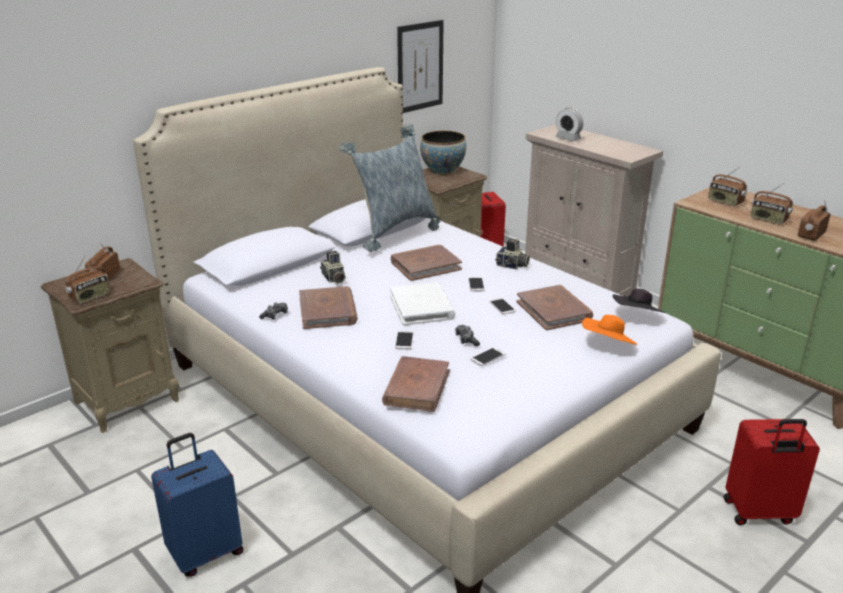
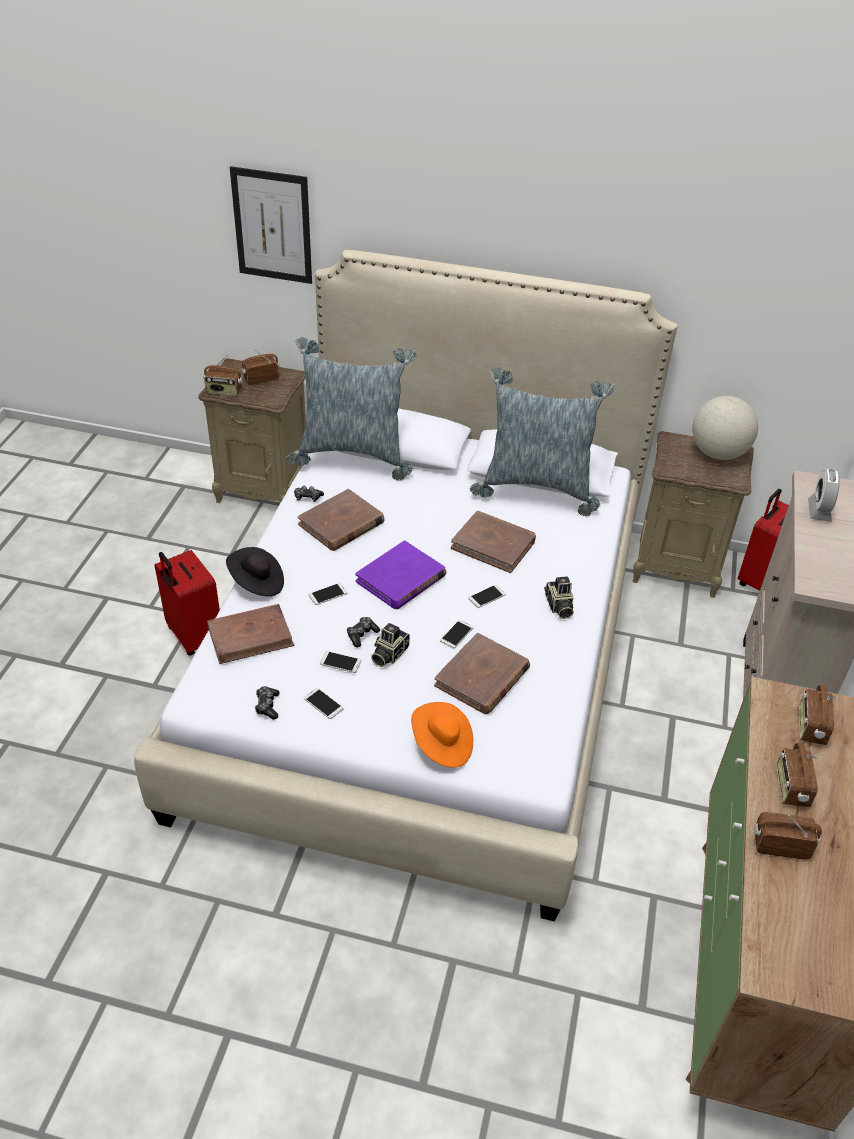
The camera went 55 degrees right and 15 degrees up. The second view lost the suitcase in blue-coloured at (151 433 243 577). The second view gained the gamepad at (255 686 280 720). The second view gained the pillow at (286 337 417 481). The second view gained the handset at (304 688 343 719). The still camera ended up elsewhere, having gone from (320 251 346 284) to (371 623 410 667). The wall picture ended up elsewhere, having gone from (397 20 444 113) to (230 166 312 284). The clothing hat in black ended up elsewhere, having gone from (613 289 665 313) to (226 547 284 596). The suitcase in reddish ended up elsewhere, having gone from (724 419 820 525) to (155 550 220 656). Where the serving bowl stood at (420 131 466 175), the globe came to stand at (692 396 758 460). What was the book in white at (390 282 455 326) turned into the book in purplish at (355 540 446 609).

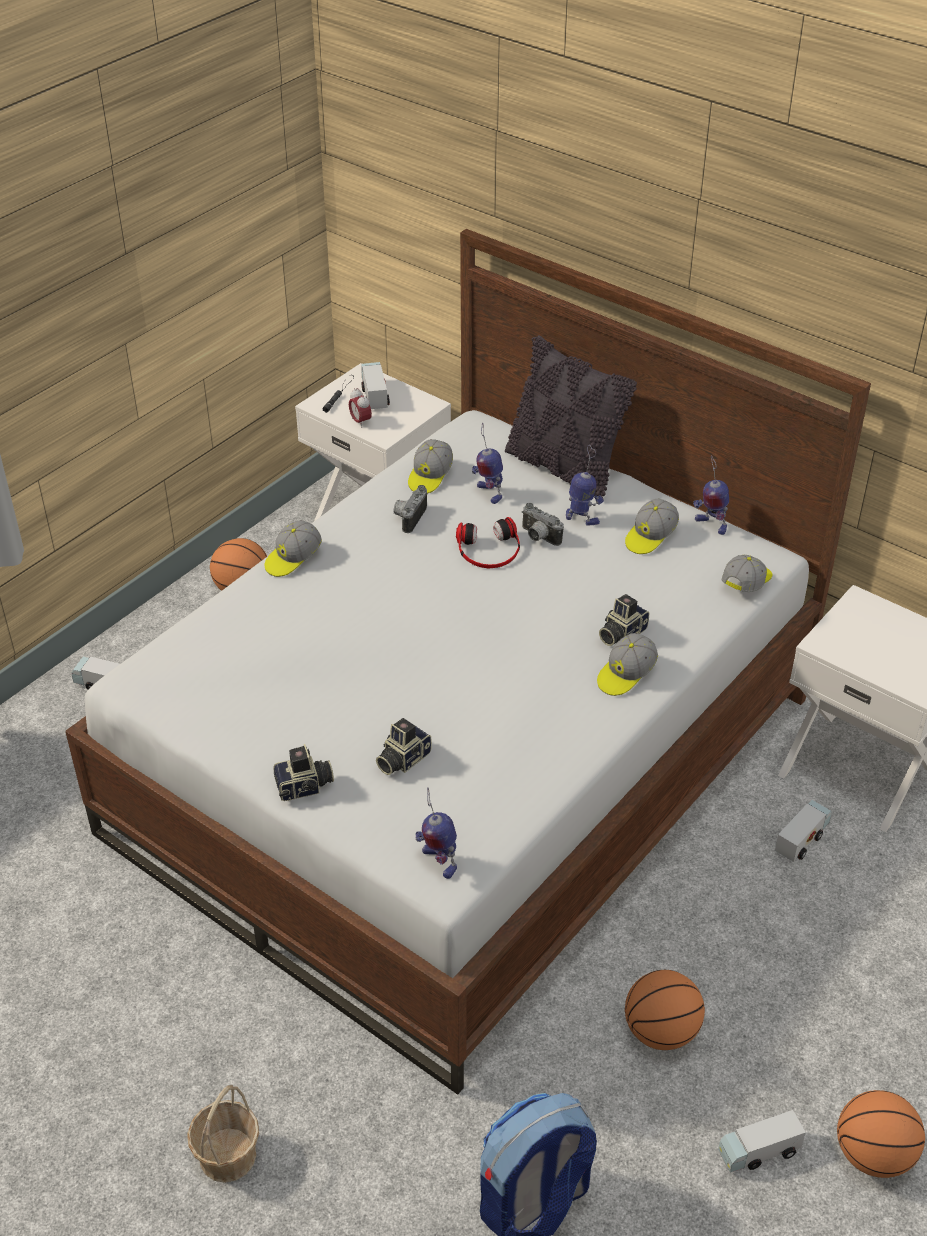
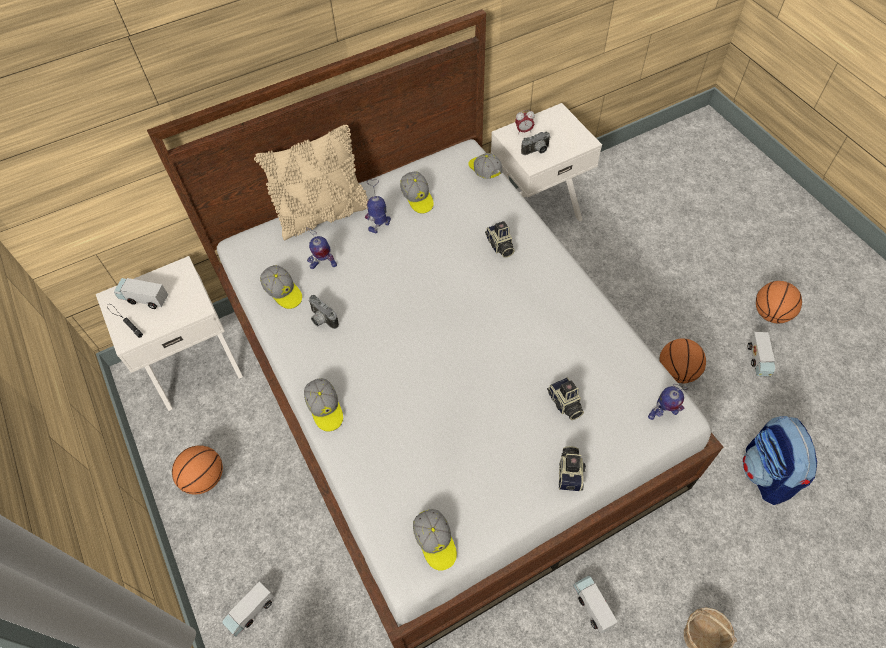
The camera went 65 degrees left and 15 degrees up. The second view lost the pair of headphones at (456 517 520 568). The second view lost the toy robot at (693 455 729 535). The bedside clock ended up elsewhere, having gone from (349 388 372 428) to (515 110 535 134). The still camera ended up elsewhere, having gone from (522 503 564 546) to (521 131 550 155). The peaked cap ended up elsewhere, having gone from (597 633 658 696) to (413 509 457 571). The toy truck ended up elsewhere, having gone from (775 800 832 862) to (573 576 618 633). What was the pillow in black at (505 335 637 500) turned into the pillow in beige-coloured at (254 125 369 240).

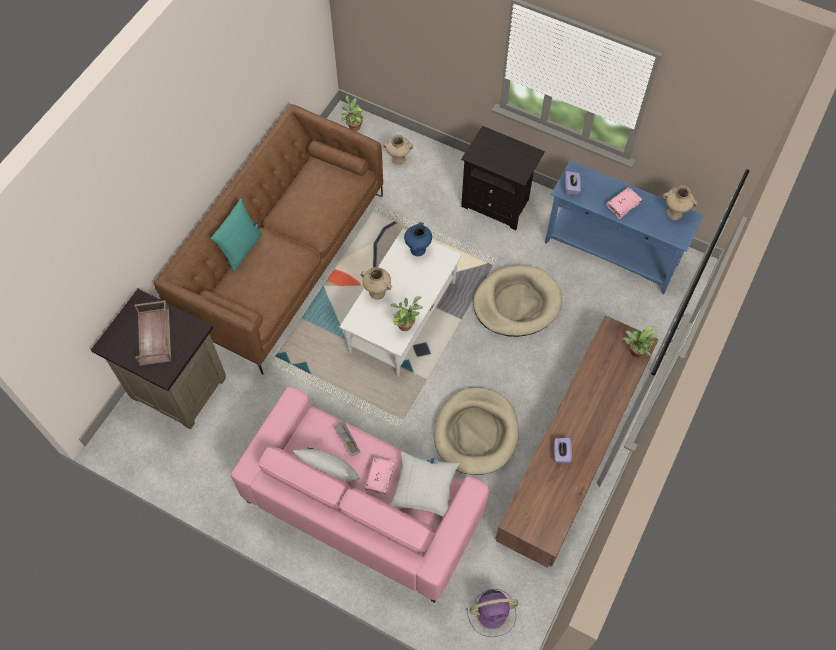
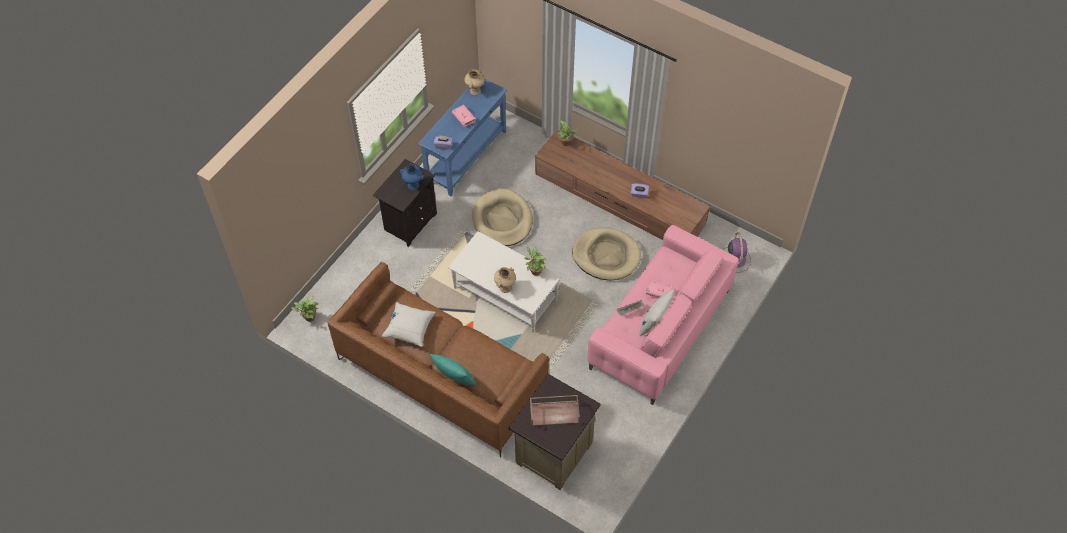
The camera went 85 degrees left and 5 degrees down. The second view lost the decorative vase in beige-coloured at (383 135 413 165). The pillow in grey ended up elsewhere, having gone from (390 451 460 517) to (382 302 436 347). The decorative vase in blue-coloured ended up elsewhere, having gone from (404 222 432 256) to (399 164 424 190).

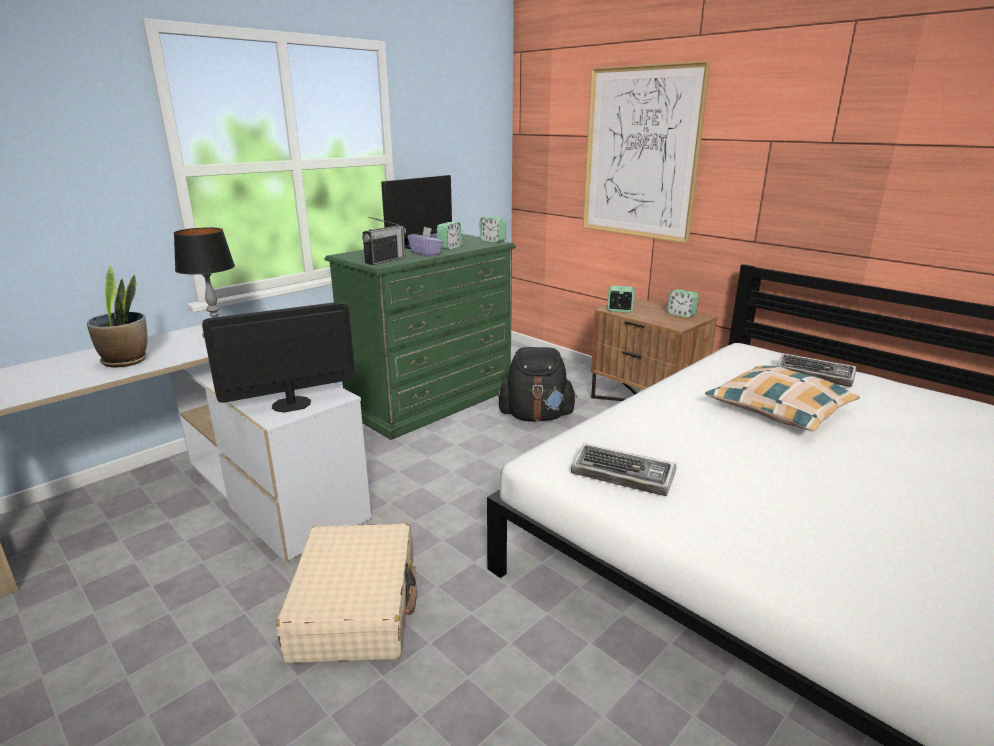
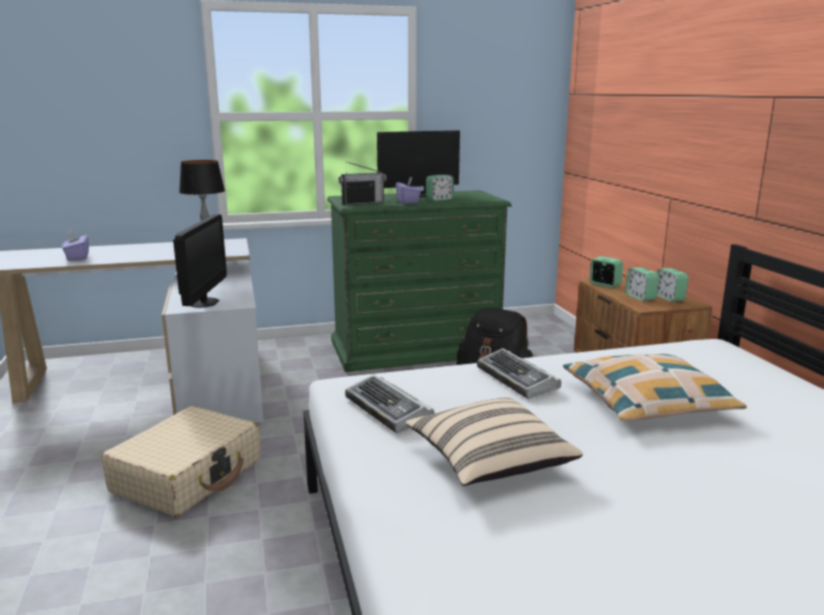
The camera went 30 degrees right and 5 degrees down. The second view lost the houseplant at (87 265 148 367). The second view lost the wall picture at (583 61 711 243). The second view gained the tissue box in purplish at (62 230 89 261). The second view gained the pillow in beige-coloured at (406 398 583 486). The bedside clock ended up elsewhere, having gone from (480 217 506 243) to (625 267 659 301). The PC keyboard ended up elsewhere, having gone from (777 353 856 387) to (477 348 561 399). The computer screen at (202 302 355 413) ended up facing another way, 90 degrees clockwise from before.

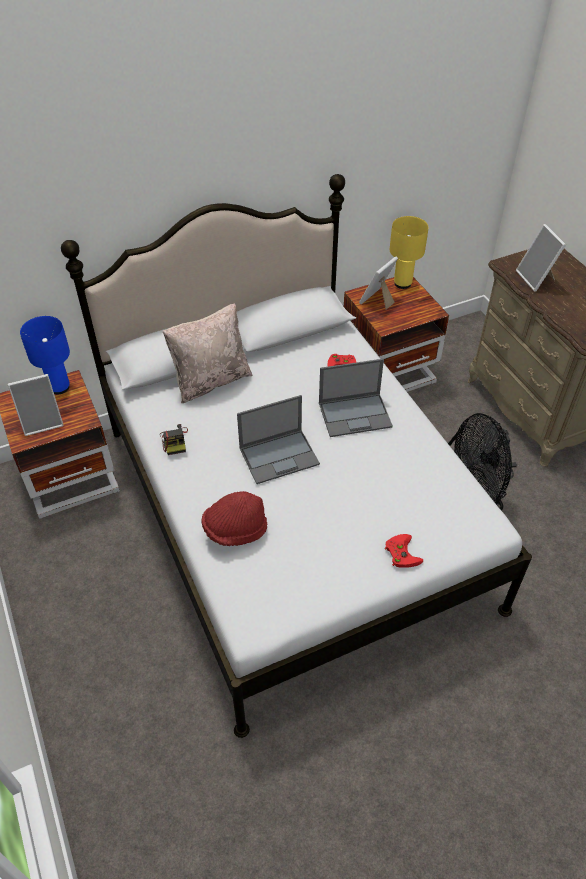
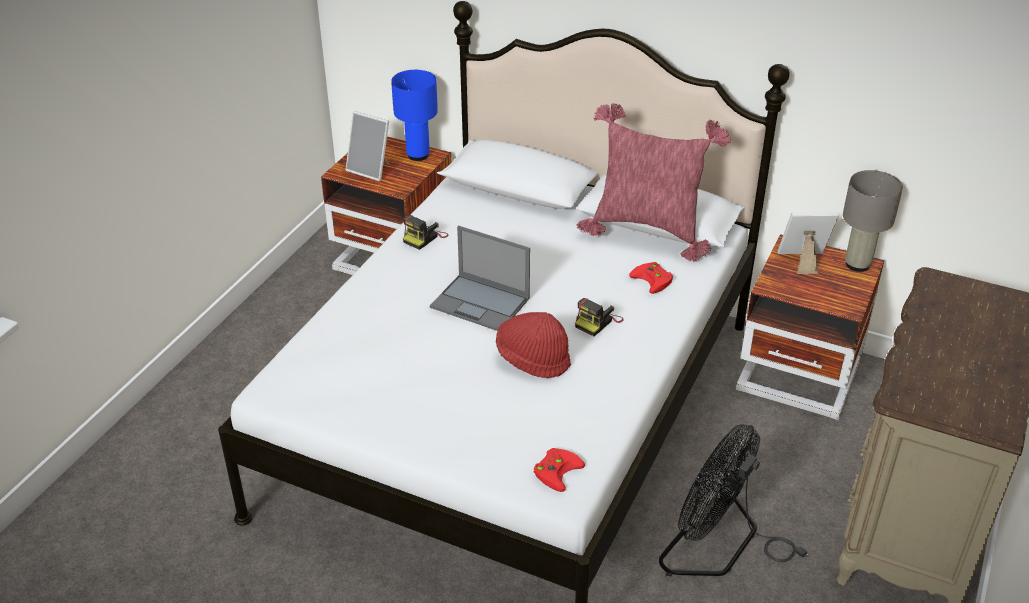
The camera went 50 degrees right and 10 degrees down. The second view lost the pillow in beige-coloured at (162 304 252 403). The second view lost the standing frame at (516 224 566 292). The second view gained the pillow in reddish at (576 103 731 262). The clothing hat in reddish ended up elsewhere, having gone from (201 491 267 546) to (496 312 571 378). The gamepad in reddish ended up elsewhere, having gone from (385 534 423 567) to (534 448 585 492). Where the notebook computer stood at (319 359 393 437), the still camera came to stand at (575 298 623 336). What was the tabletop lamp in yellowish at (390 216 428 289) turned into the tabletop lamp in grey at (843 170 903 272).

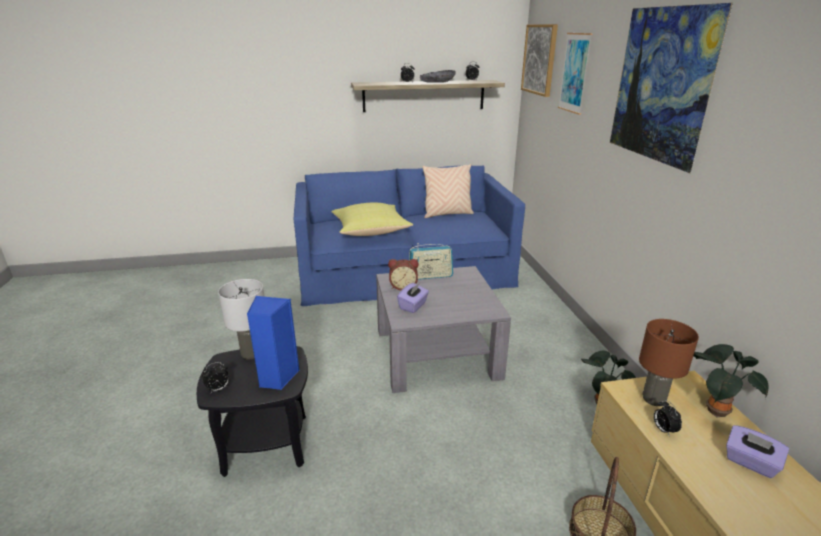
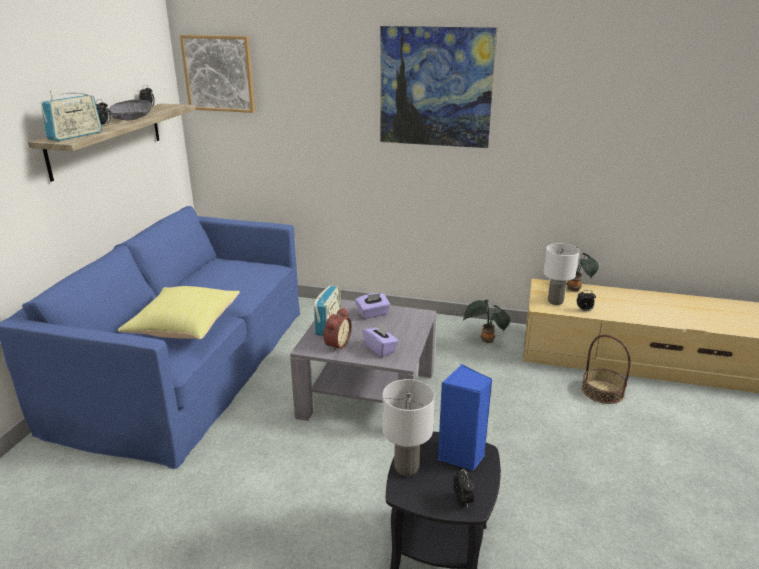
The camera went 65 degrees left and 0 degrees up. The second view lost the pillow in beige-coloured at (422 164 474 218). The second view lost the wall picture at (558 33 593 115). The second view gained the radio receiver at (41 91 102 141). The tissue box in purplish ended up elsewhere, having gone from (726 425 789 478) to (355 293 390 319). What was the tabletop lamp in brown-coloured at (639 319 699 406) turned into the tabletop lamp in white at (543 243 579 305).

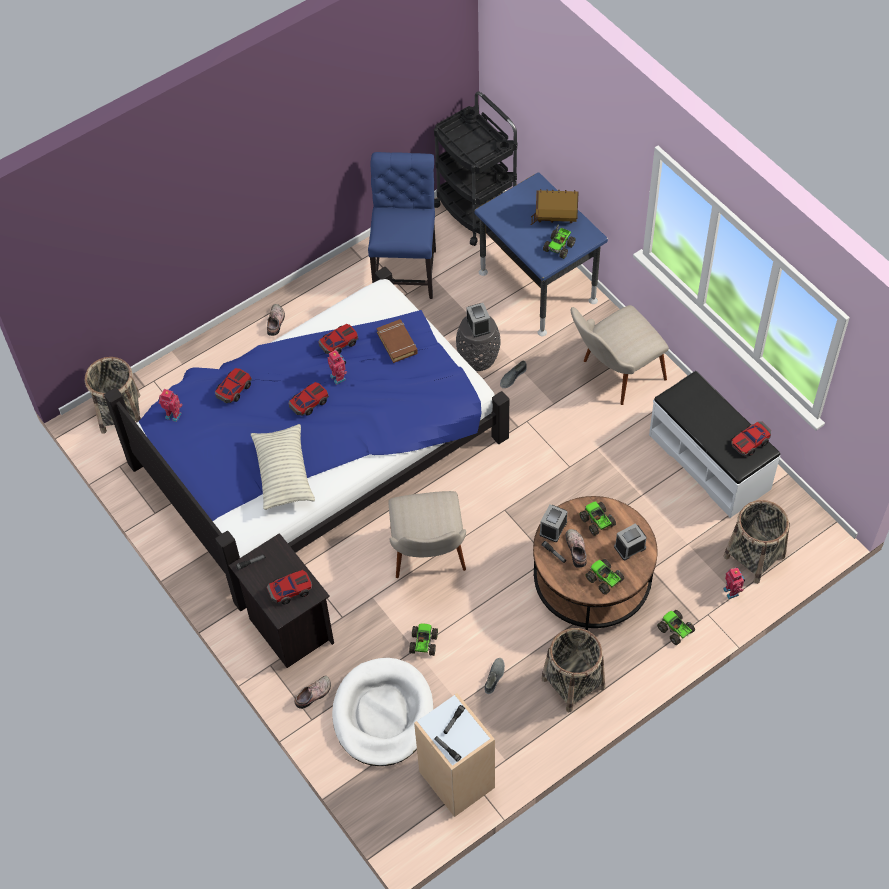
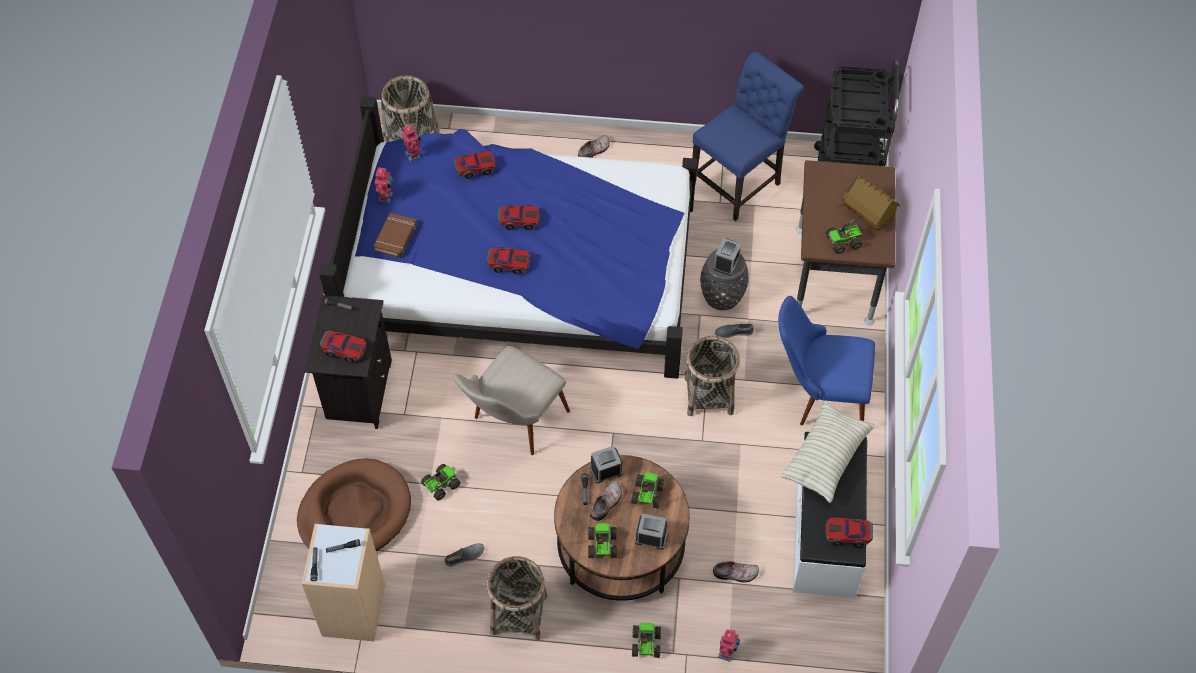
The camera went 40 degrees right and 0 degrees up. The pillow ended up elsewhere, having gone from (251 424 315 510) to (780 401 875 503). The item of footwear ended up elsewhere, having gone from (295 676 331 709) to (713 561 759 582). The model car ended up elsewhere, having gone from (318 324 358 354) to (487 247 530 275). The toy robot ended up elsewhere, having gone from (327 350 347 385) to (375 168 393 203). The book in brown-coloured ended up elsewhere, having gone from (376 319 418 363) to (373 213 417 258). The storage basket ended up elsewhere, having gone from (723 500 790 584) to (684 336 740 416). What was the pet bed in white at (332 658 433 766) turned into the pet bed in brown-coloured at (297 458 411 551). What was the desk in blue-coloured at (474 172 608 336) turned into the desk in brown-coloured at (795 160 895 325). What was the chair in beige-coloured at (571 305 669 405) turned into the chair in blue-coloured at (778 296 875 426).

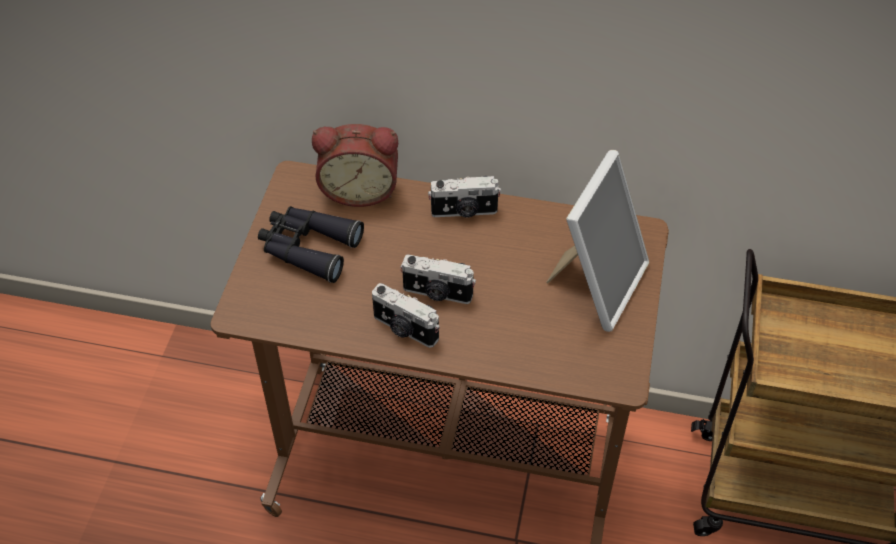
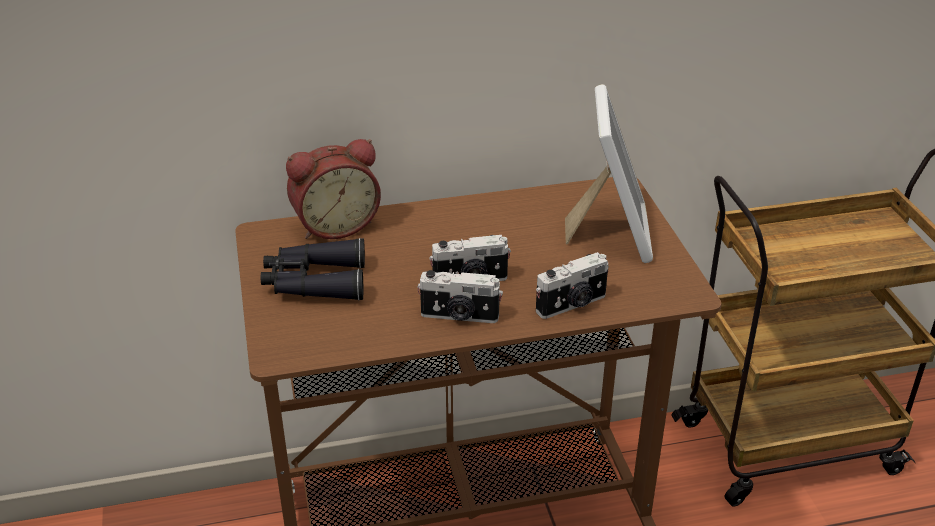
The camera went 25 degrees left and 15 degrees down. The still camera ended up elsewhere, having gone from (428 176 501 218) to (536 252 609 319).

